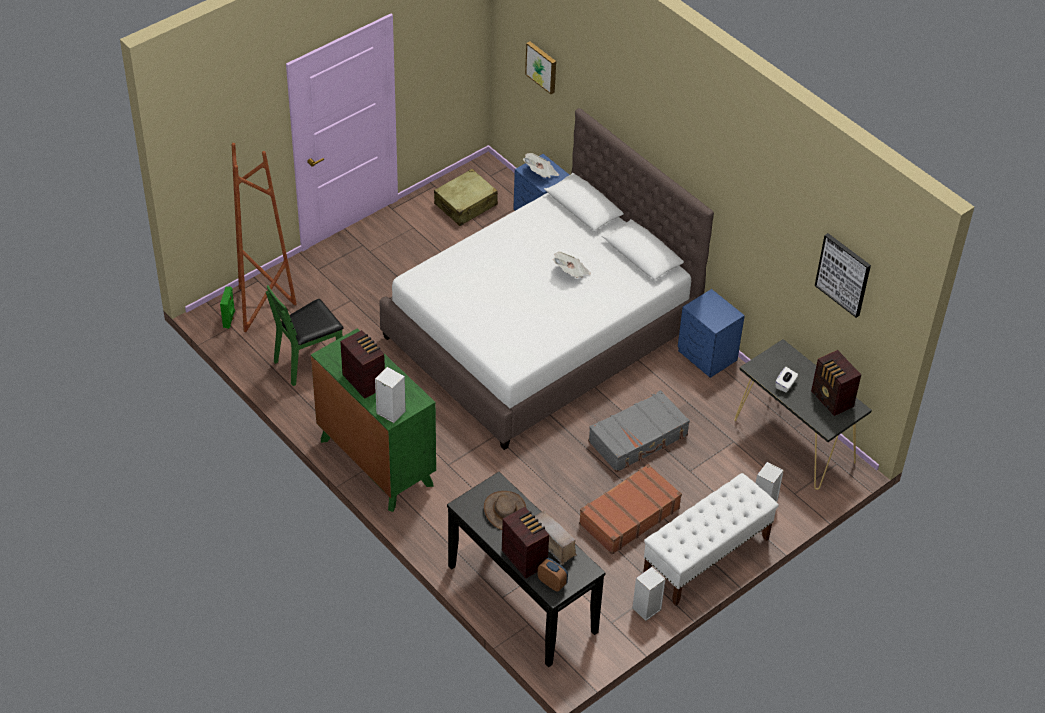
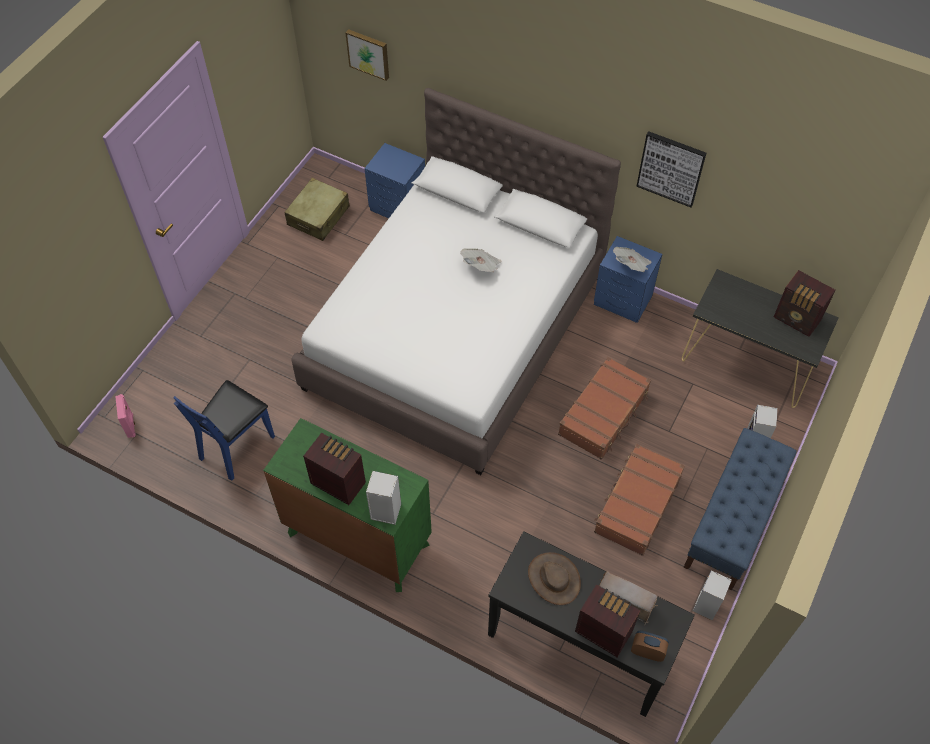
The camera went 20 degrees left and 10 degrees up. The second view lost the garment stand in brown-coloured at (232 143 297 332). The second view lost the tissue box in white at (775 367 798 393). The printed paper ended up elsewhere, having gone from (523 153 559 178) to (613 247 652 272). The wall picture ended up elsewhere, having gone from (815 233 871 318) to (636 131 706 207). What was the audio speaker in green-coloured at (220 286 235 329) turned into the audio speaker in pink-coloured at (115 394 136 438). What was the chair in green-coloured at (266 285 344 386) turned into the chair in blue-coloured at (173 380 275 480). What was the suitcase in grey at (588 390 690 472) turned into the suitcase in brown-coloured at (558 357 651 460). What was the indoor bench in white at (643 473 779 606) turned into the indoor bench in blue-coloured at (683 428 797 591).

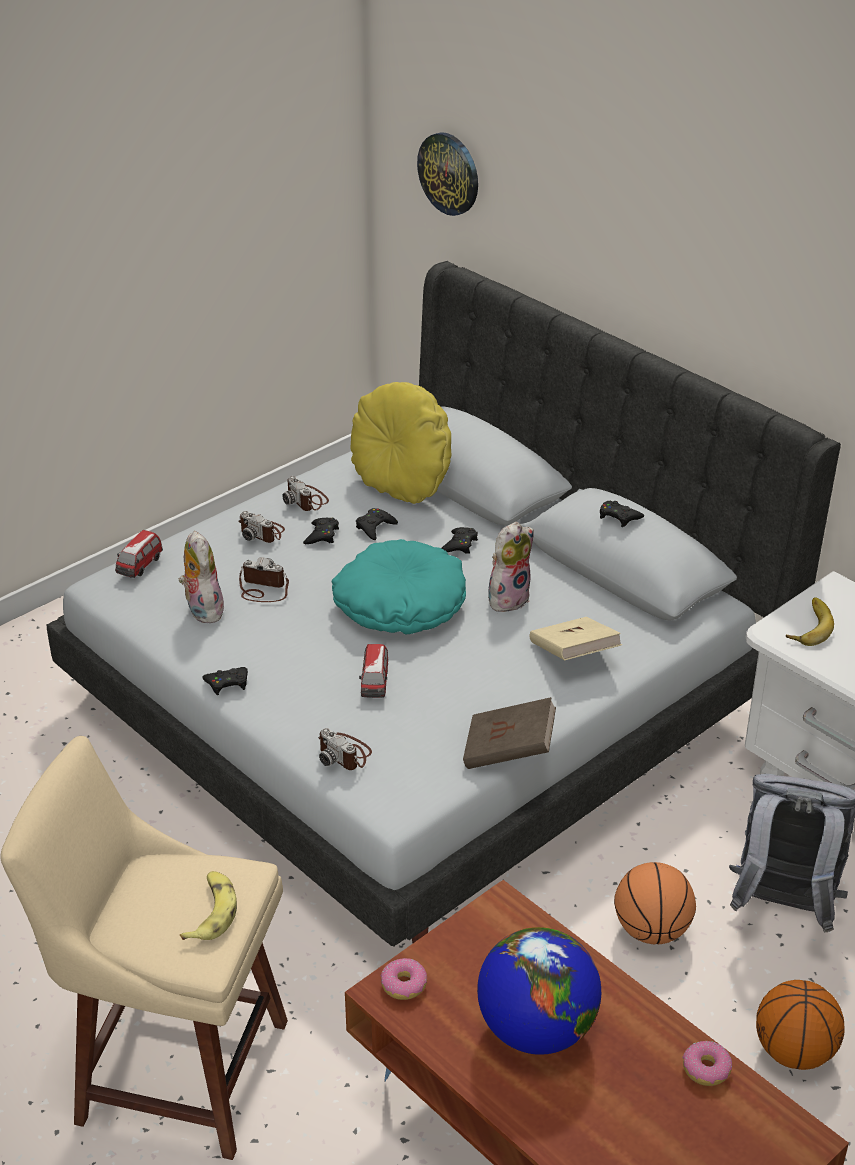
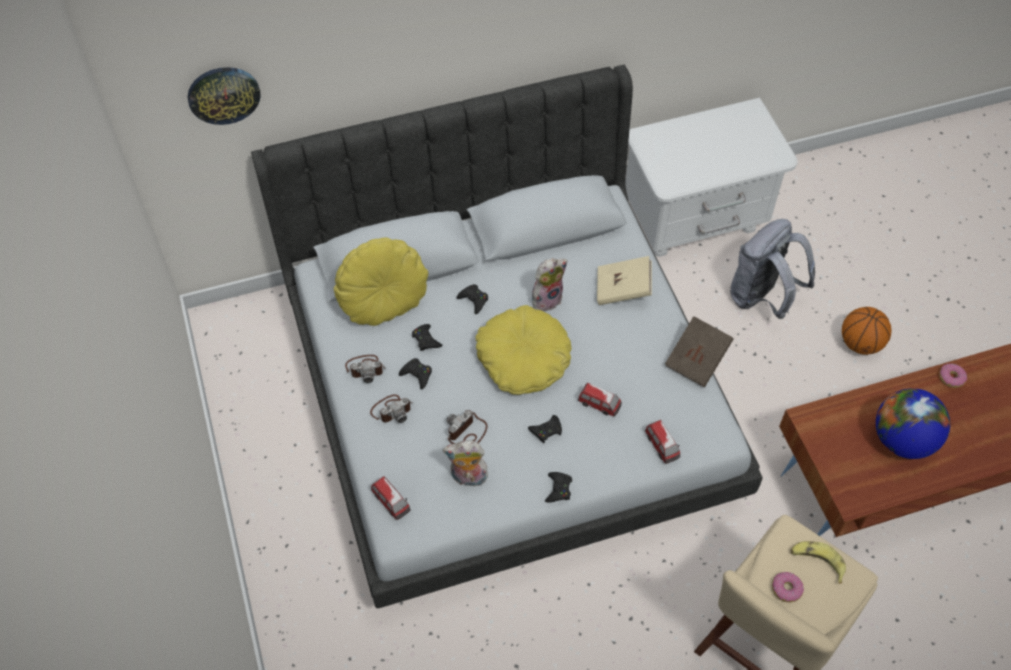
The camera went 65 degrees left and 20 degrees up. The second view lost the basketball ball at (614 862 696 944). The second view lost the whole banana at (786 597 834 646). The ring doughnut ended up elsewhere, having gone from (381 958 427 1000) to (772 572 804 602). The gamepad in black ended up elsewhere, having gone from (600 501 644 527) to (528 415 562 443). Where the still camera stood at (318 728 372 770), the model car came to stand at (645 420 680 464). What was the pillow in turquoise at (332 539 466 634) turned into the pillow in yellowish at (475 305 571 395). The cuddly toy at (488 522 534 612) ended up facing another way, 75 degrees clockwise from before.

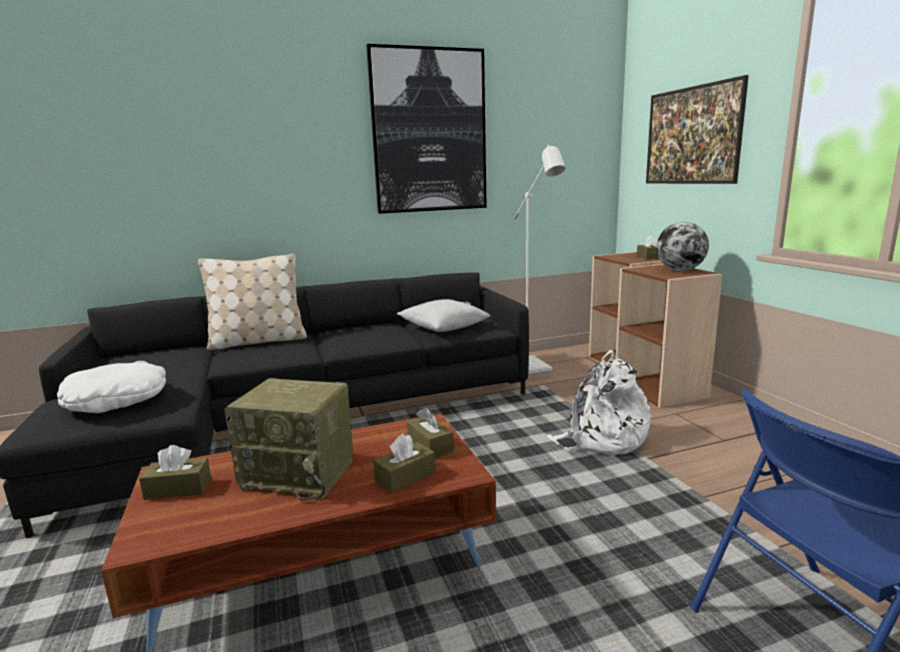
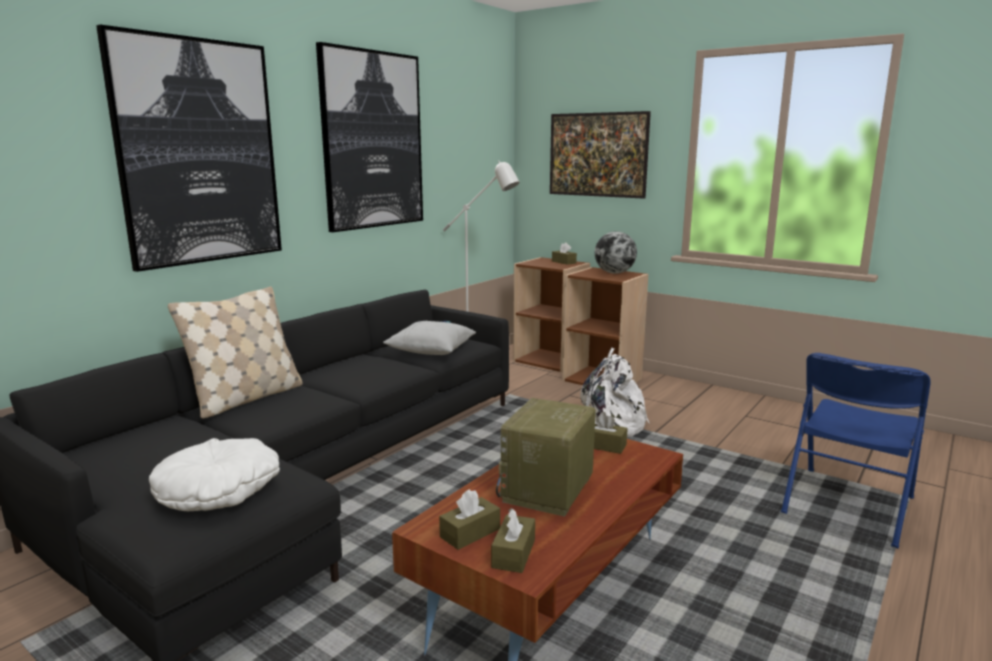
The camera went 35 degrees left and 0 degrees up. The second view gained the wall picture at (96 24 282 272). The tissue box in brown-coloured ended up elsewhere, having gone from (373 434 436 494) to (491 508 535 573). The radio receiver at (224 378 353 501) ended up facing another way, 135 degrees clockwise from before.

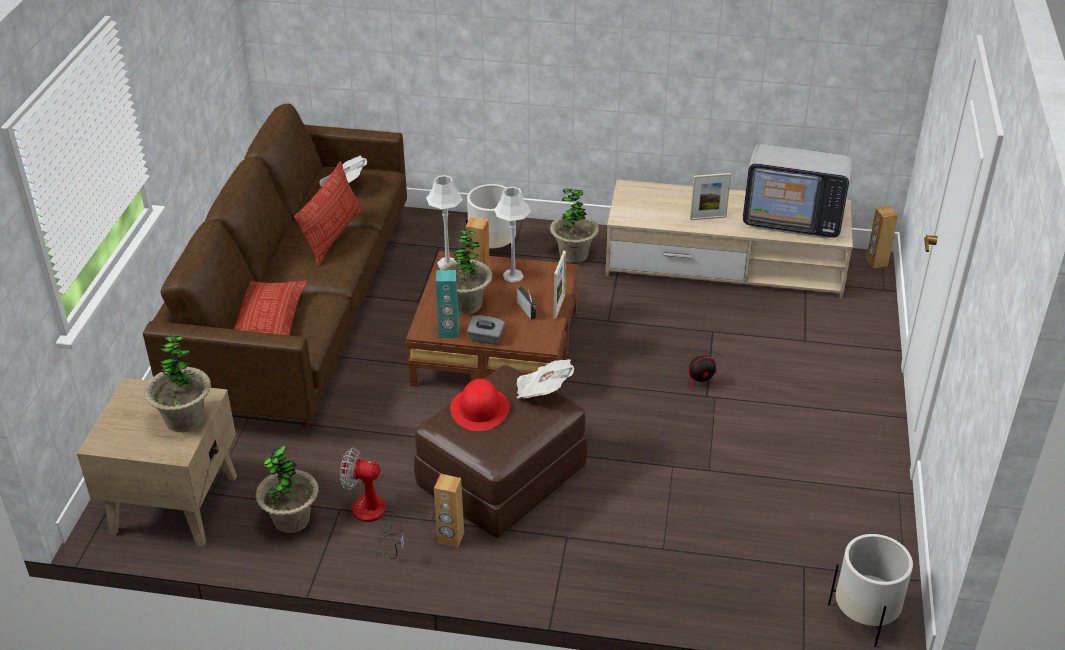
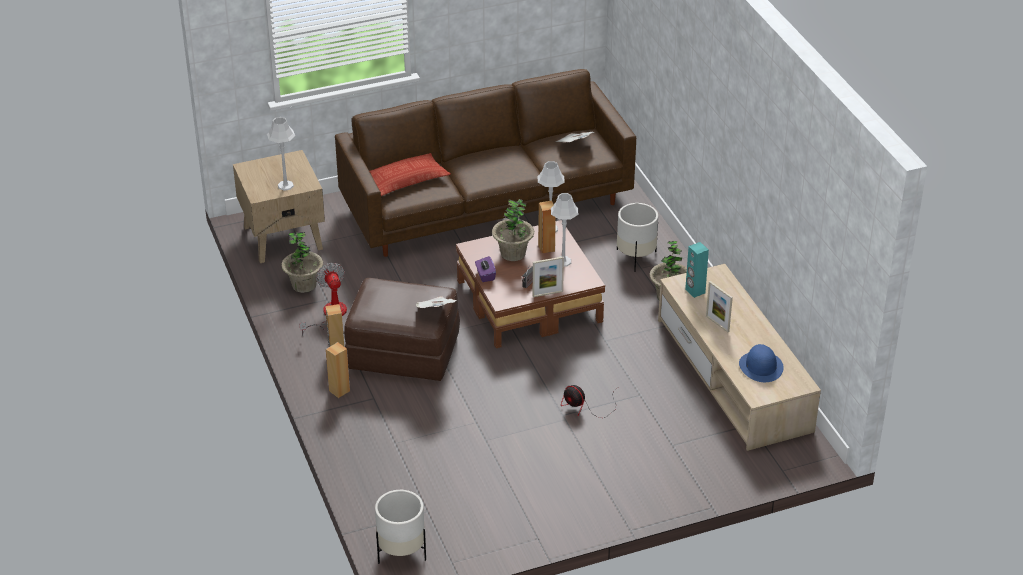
The camera went 60 degrees right and 0 degrees up. The second view lost the pillow at (294 161 363 267). The second view lost the clothing hat in reddish at (450 379 510 431). The audio speaker in turquoise ended up elsewhere, having gone from (436 270 459 338) to (685 242 709 298). The audio speaker in brown-coloured ended up elsewhere, having gone from (866 206 898 269) to (326 342 350 398). Where the houseplant stood at (144 335 211 432), the tabletop lamp in grey came to stand at (267 117 295 191). Where the television stood at (743 144 852 238), the clothing hat in blue-coloured came to stand at (739 344 784 382). What was the tissue box in grey at (467 315 505 345) turned into the tissue box in purplish at (475 256 496 282).

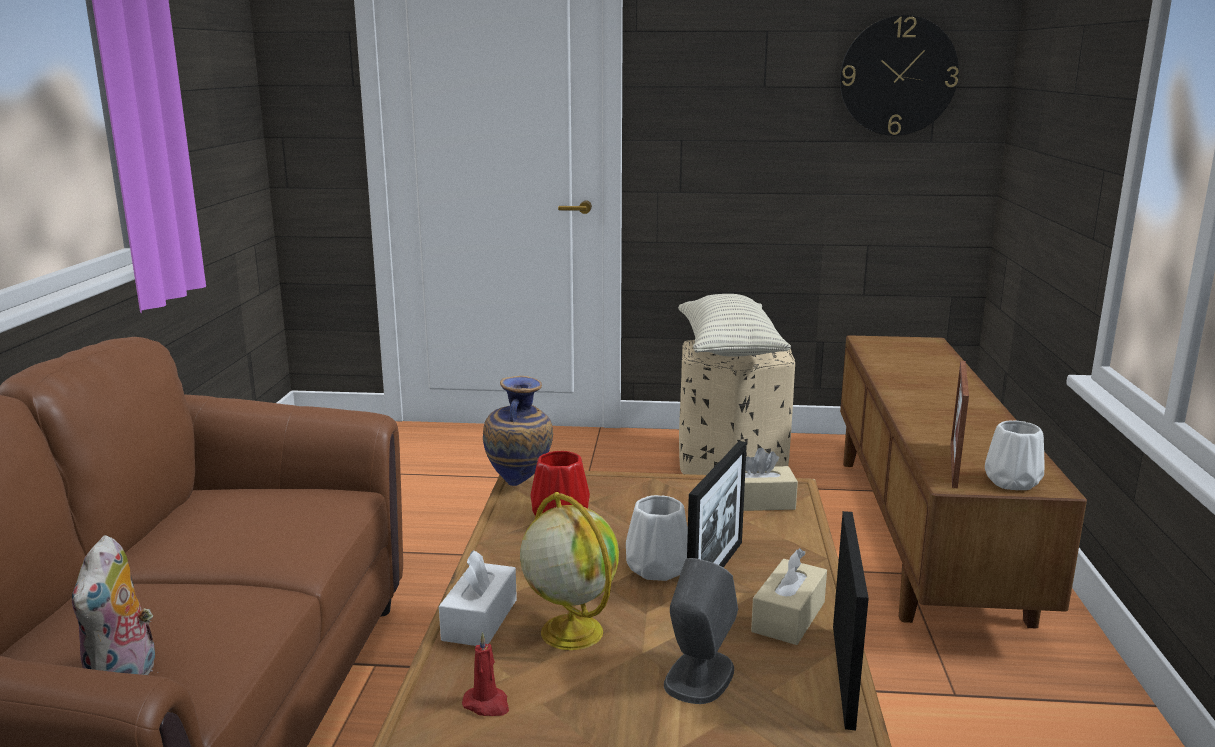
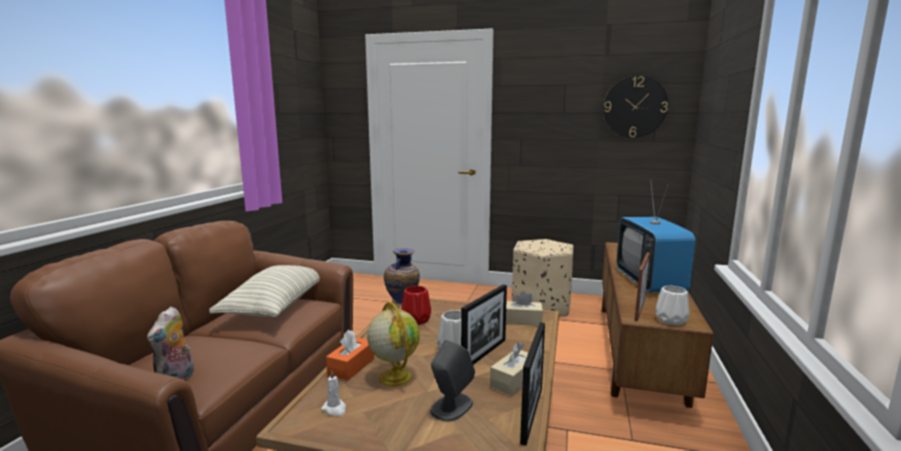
The camera went 10 degrees right and 5 degrees down. The second view gained the television at (616 183 696 292). The pillow ended up elsewhere, having gone from (678 294 791 356) to (209 265 320 317). What was the tissue box in white at (439 550 517 646) turned into the tissue box in orangey at (326 329 374 381). What was the candle in reddish at (462 632 509 716) turned into the candle in white at (322 370 346 416).

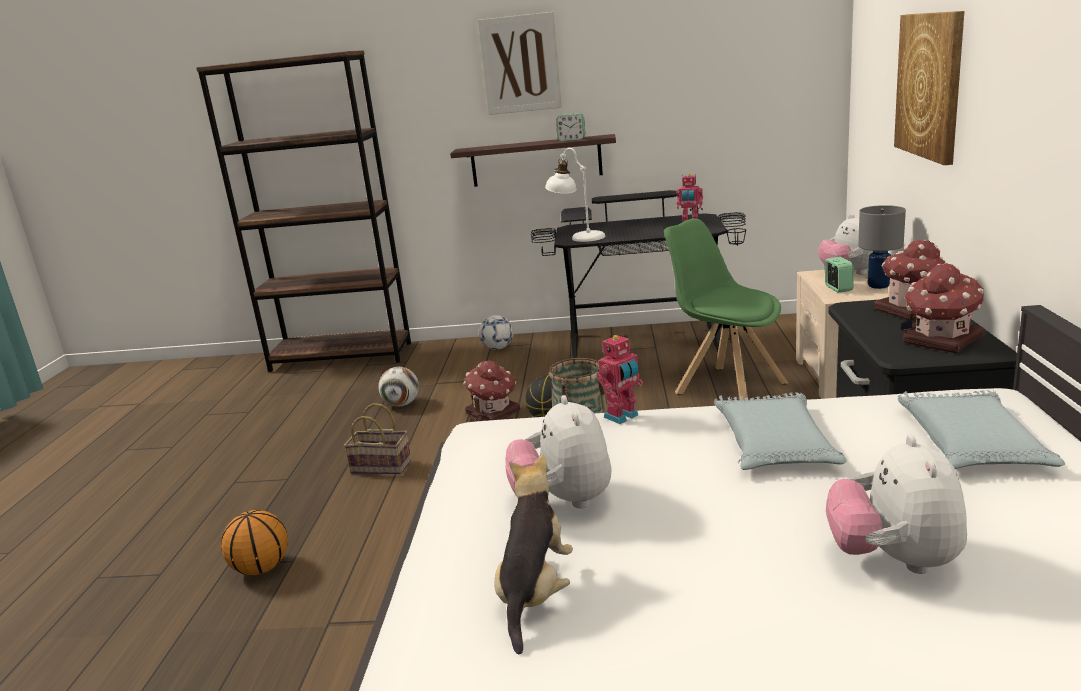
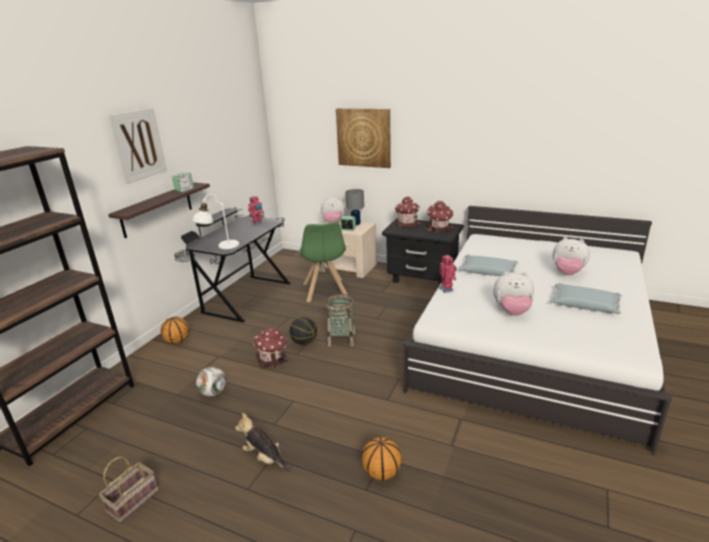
The camera went 70 degrees left and 5 degrees up. The storage basket ended up elsewhere, having gone from (344 403 411 474) to (99 456 159 523). The cuddly toy ended up elsewhere, having gone from (494 455 573 654) to (235 413 292 471). The pillow in blue-coloured ended up elsewhere, having gone from (898 390 1065 469) to (551 283 622 314). Where the football ball stood at (479 315 514 350), the basketball ball came to stand at (160 317 189 344). The chair in green-coloured at (664 218 788 400) ended up facing another way, 75 degrees counterclockwise from before.

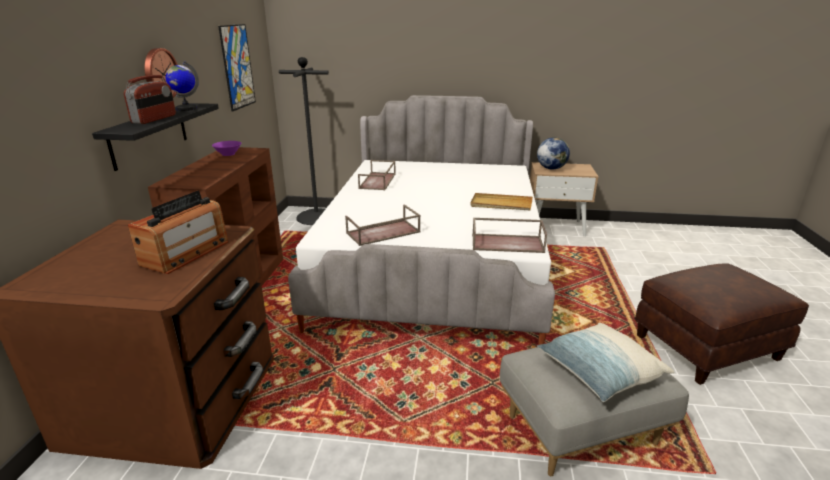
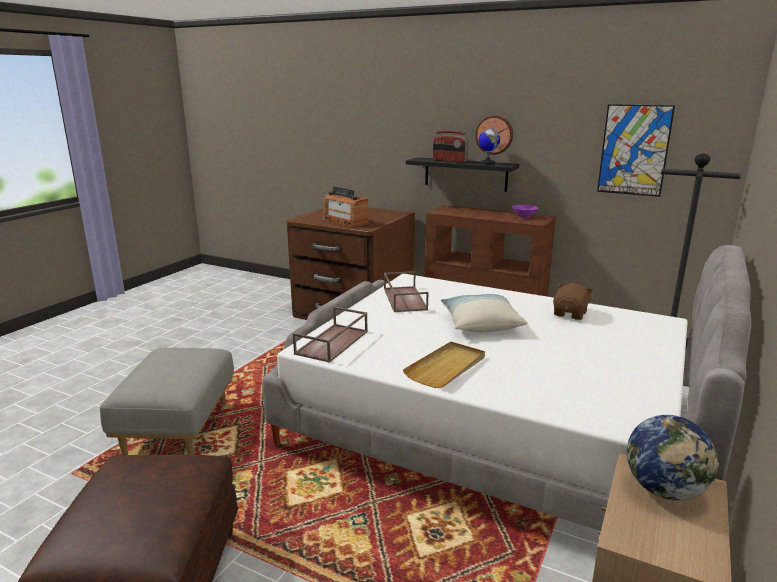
The camera went 110 degrees right and 5 degrees down. The pillow ended up elsewhere, having gone from (537 323 674 402) to (441 294 528 333). Where the tray in brown-coloured stood at (358 160 396 190), the cuddly toy in brown-coloured came to stand at (553 283 594 320).

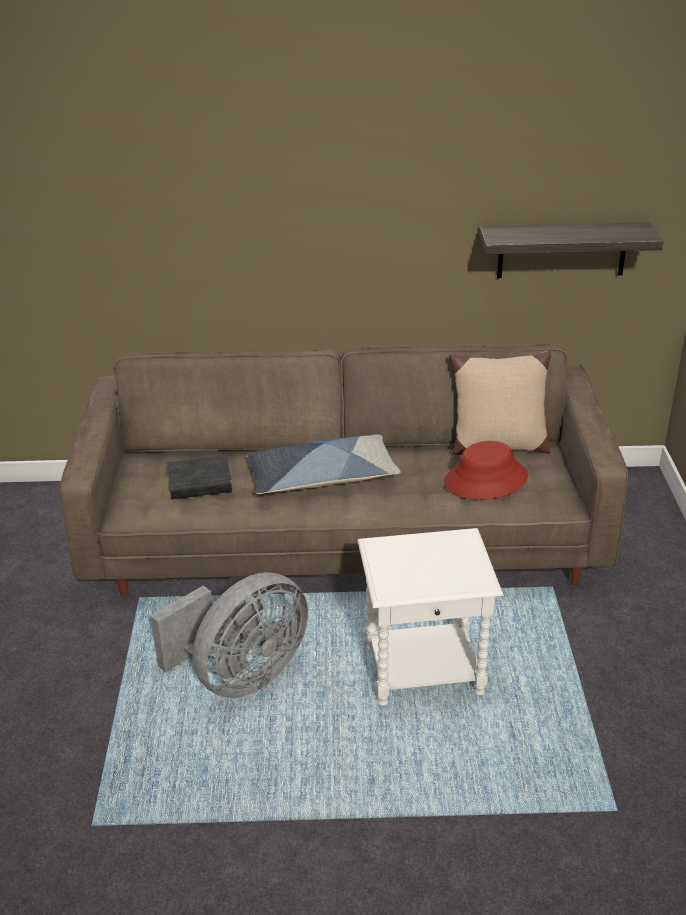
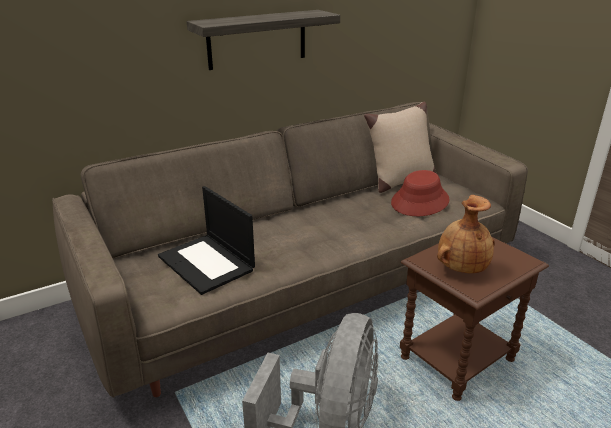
The camera went 30 degrees left and 5 degrees down. The second view lost the pillow at (247 434 401 494). The second view gained the decorative vase in brown-coloured at (437 195 495 273). The wall shelf ended up elsewhere, having gone from (479 222 663 278) to (187 10 340 70). Where the book in black stood at (167 455 232 499), the notebook computer came to stand at (158 186 255 295). What was the end table in white at (357 528 503 705) turned into the end table in brown-coloured at (400 236 549 401).

